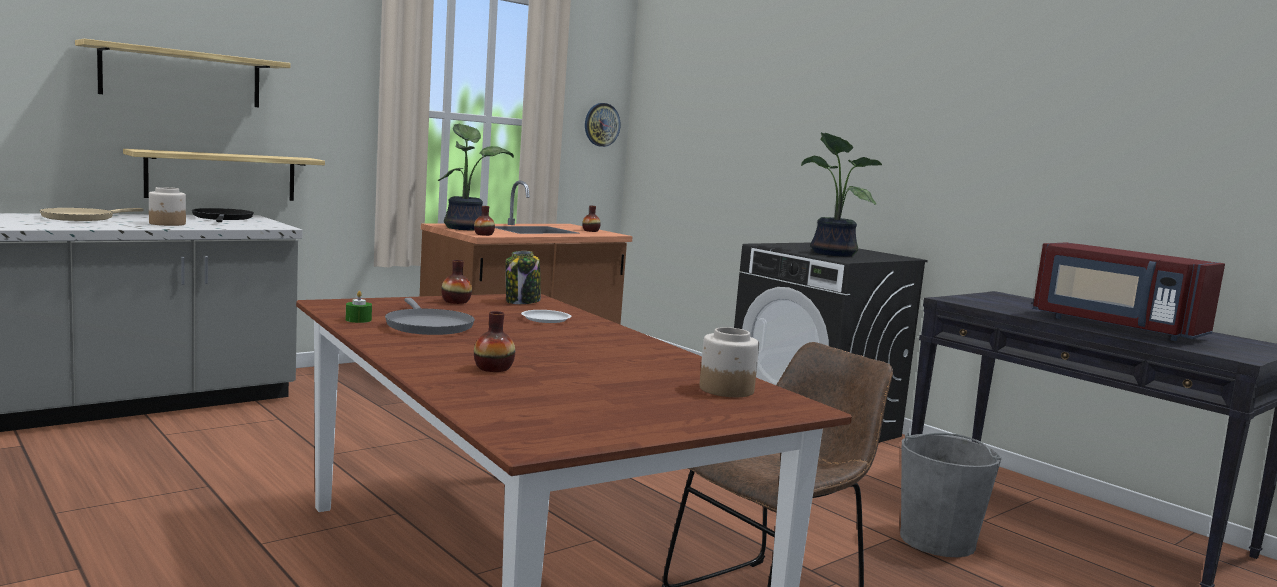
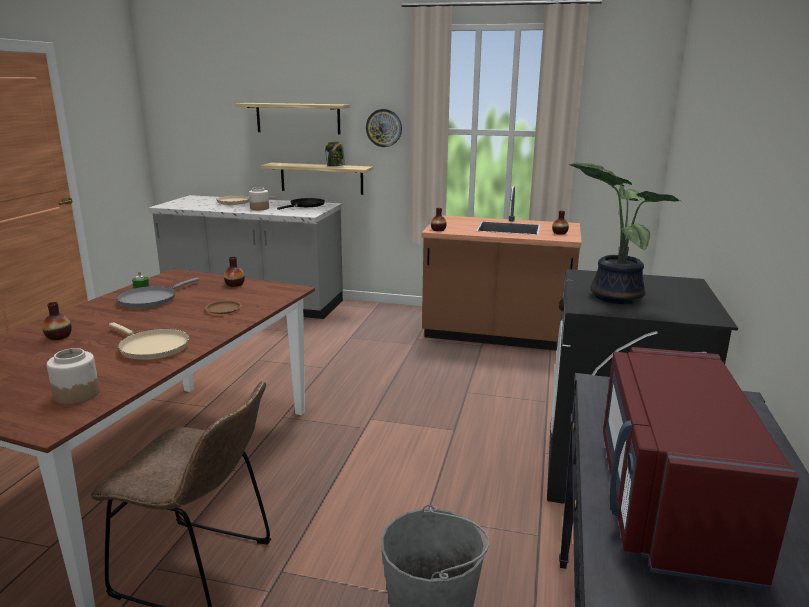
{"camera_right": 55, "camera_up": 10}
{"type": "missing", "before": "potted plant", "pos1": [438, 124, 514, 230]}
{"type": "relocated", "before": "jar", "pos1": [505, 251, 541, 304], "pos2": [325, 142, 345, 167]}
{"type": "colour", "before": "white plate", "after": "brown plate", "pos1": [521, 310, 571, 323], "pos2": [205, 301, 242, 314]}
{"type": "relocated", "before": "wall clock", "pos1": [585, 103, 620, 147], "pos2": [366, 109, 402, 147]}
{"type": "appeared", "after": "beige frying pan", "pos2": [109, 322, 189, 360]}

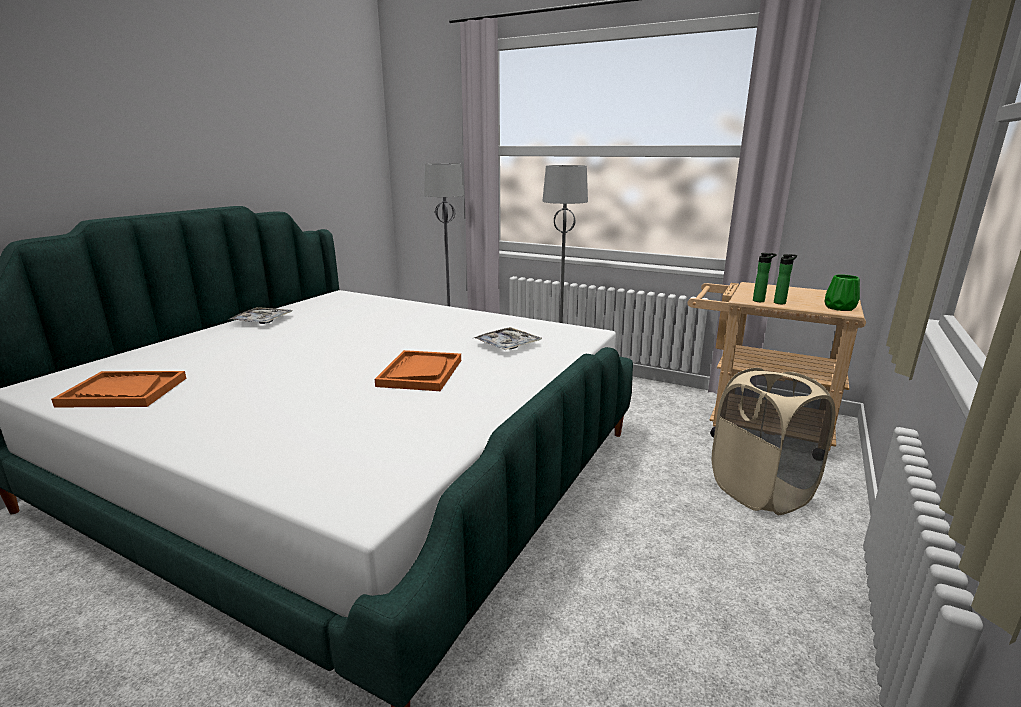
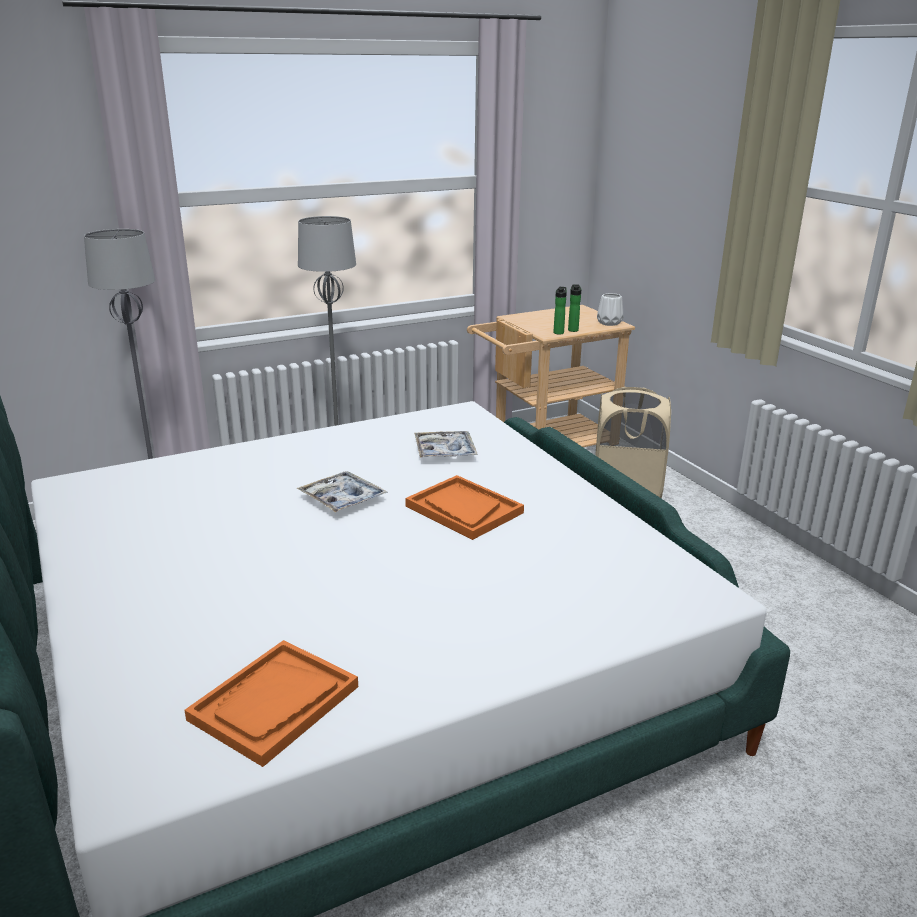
{"camera_right": -55, "camera_up": 5}
{"type": "relocated", "before": "tray", "pos1": [228, 307, 293, 324], "pos2": [297, 471, 388, 513]}
{"type": "colour", "before": "green vase", "after": "white vase", "pos1": [824, 274, 860, 311], "pos2": [597, 293, 623, 326]}

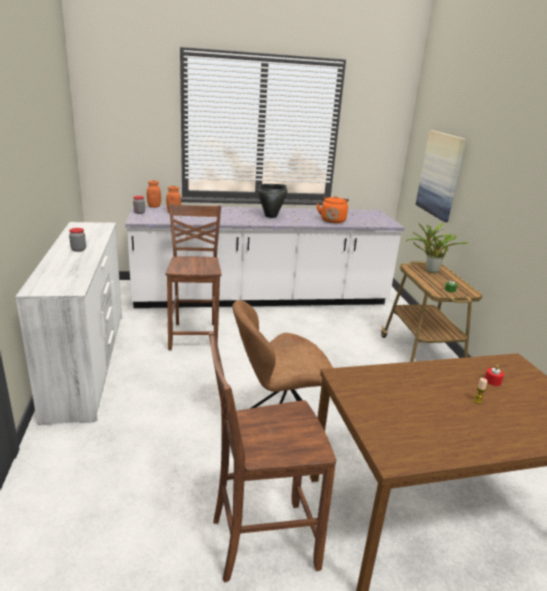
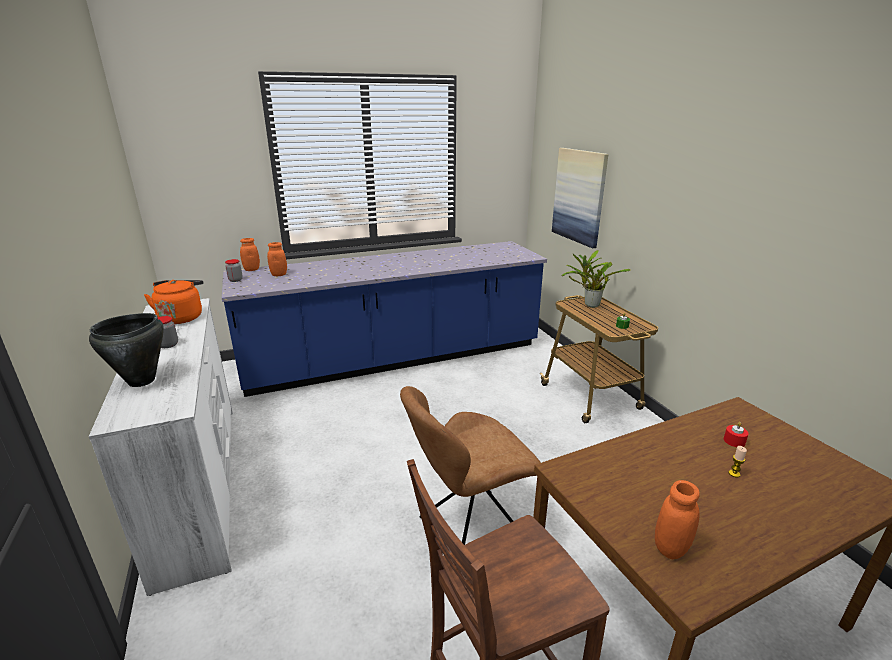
{"camera_right": -10, "camera_up": 0}
{"type": "colour", "before": "white counter", "after": "blue counter", "pos1": [125, 205, 405, 308], "pos2": [222, 241, 547, 397]}
{"type": "missing", "before": "brown chair", "pos1": [165, 204, 221, 350]}
{"type": "relocated", "before": "black cooking pot", "pos1": [257, 184, 288, 218], "pos2": [89, 313, 164, 387]}
{"type": "relocated", "before": "orange kettle", "pos1": [316, 196, 349, 223], "pos2": [144, 280, 203, 324]}
{"type": "appeared", "after": "orange jar", "pos2": [655, 480, 700, 559]}

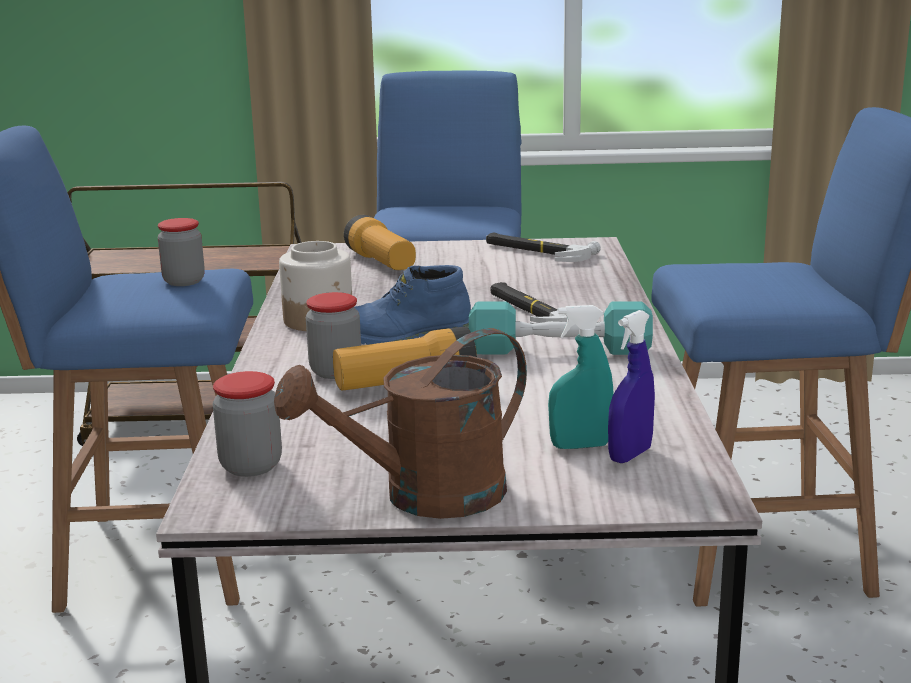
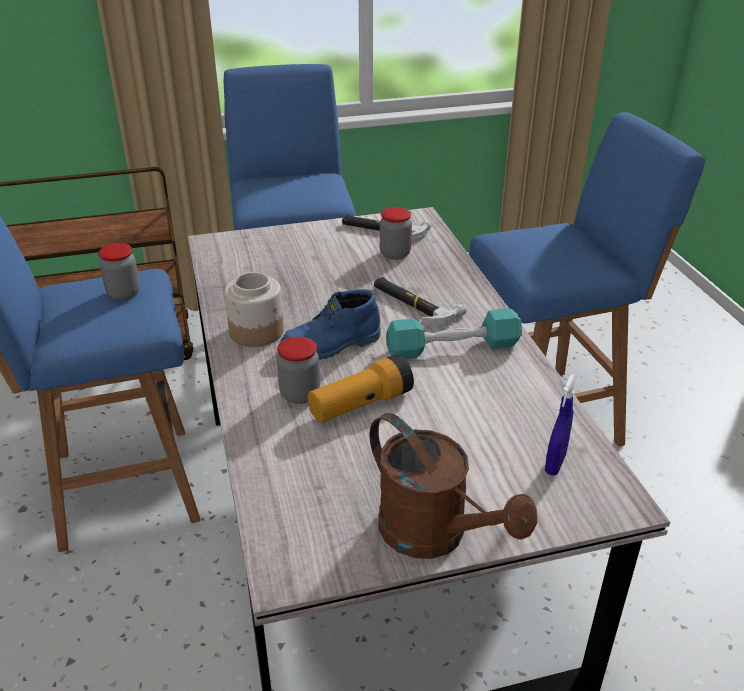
{"camera_right": -15, "camera_up": 15}
{"type": "relocated", "before": "jar", "pos1": [213, 371, 282, 477], "pos2": [380, 207, 412, 260]}
{"type": "spun", "before": "brown watering can", "pos1": [274, 328, 527, 519], "pos2": [369, 413, 537, 559], "turn": -90}
{"type": "missing", "before": "flashlight", "pos1": [344, 215, 416, 270]}
{"type": "missing", "before": "turquoise spray bottle", "pos1": [548, 305, 614, 449]}

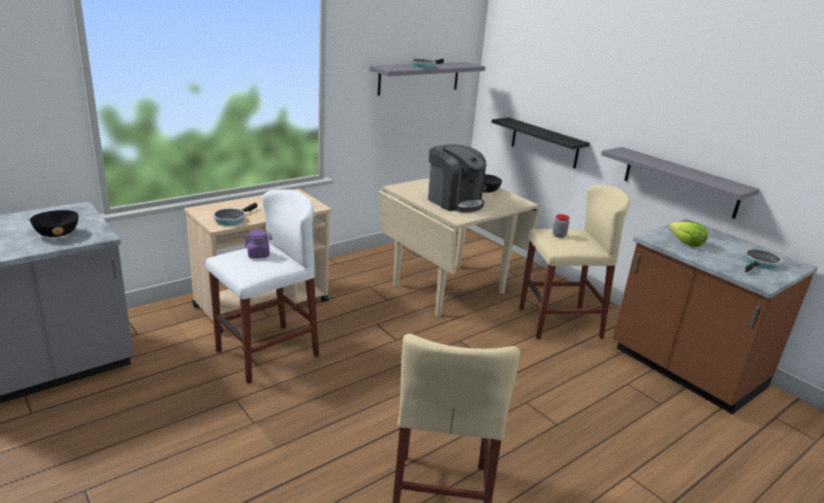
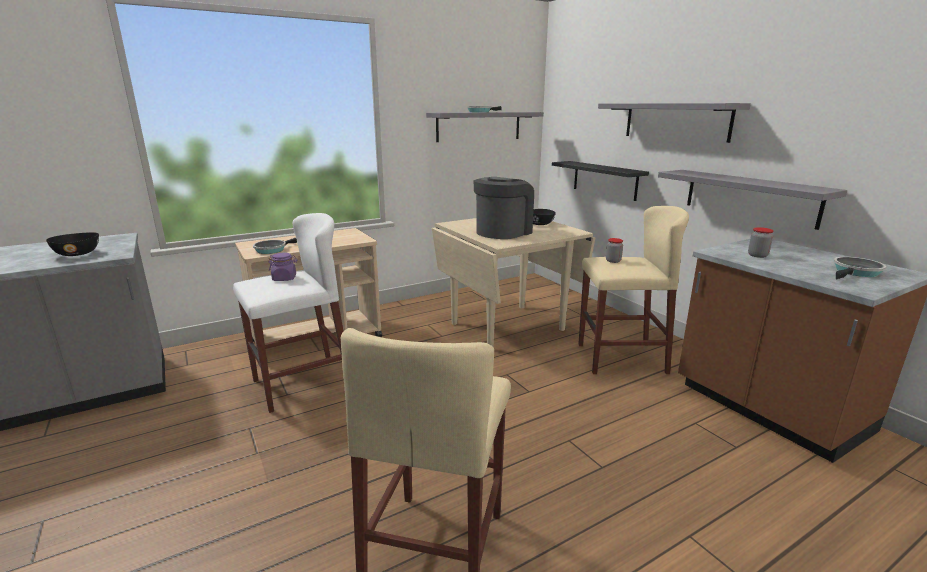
{"camera_right": 10, "camera_up": -5}
{"type": "spun", "before": "coffee machine", "pos1": [428, 144, 487, 212], "pos2": [474, 177, 534, 239], "turn": -105}
{"type": "exchanged", "before": "lettuce", "after": "jar", "pos1": [669, 221, 708, 247], "pos2": [748, 227, 774, 258]}
{"type": "appeared", "after": "grey shelf", "pos2": [598, 103, 751, 143]}

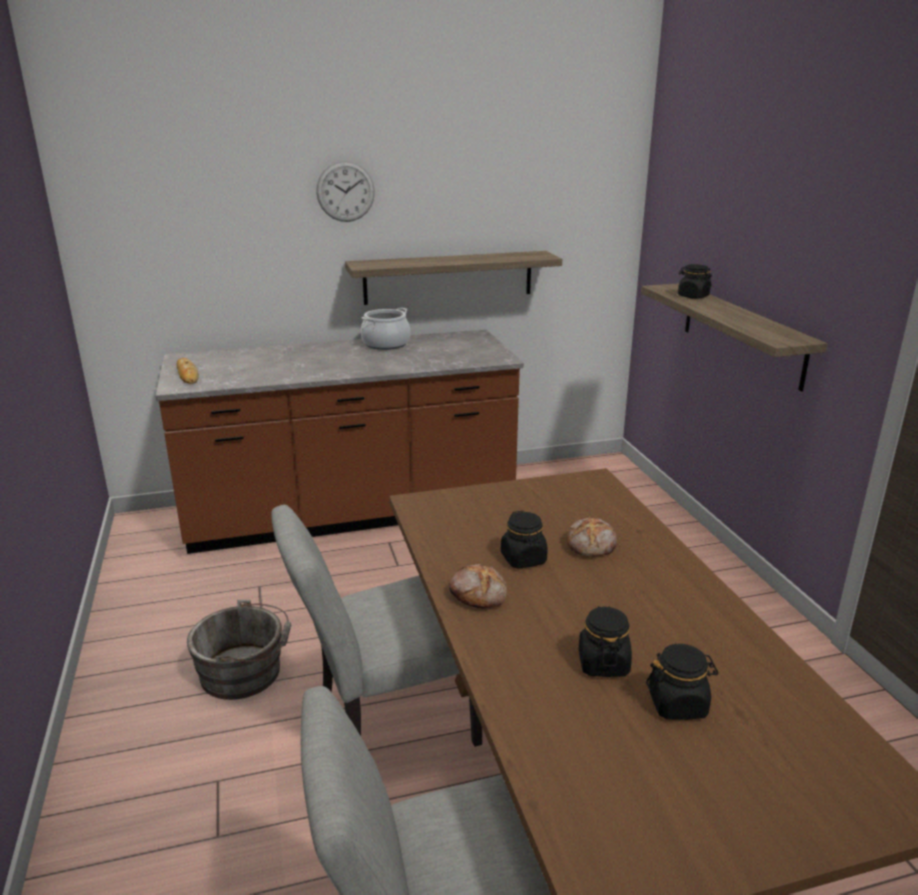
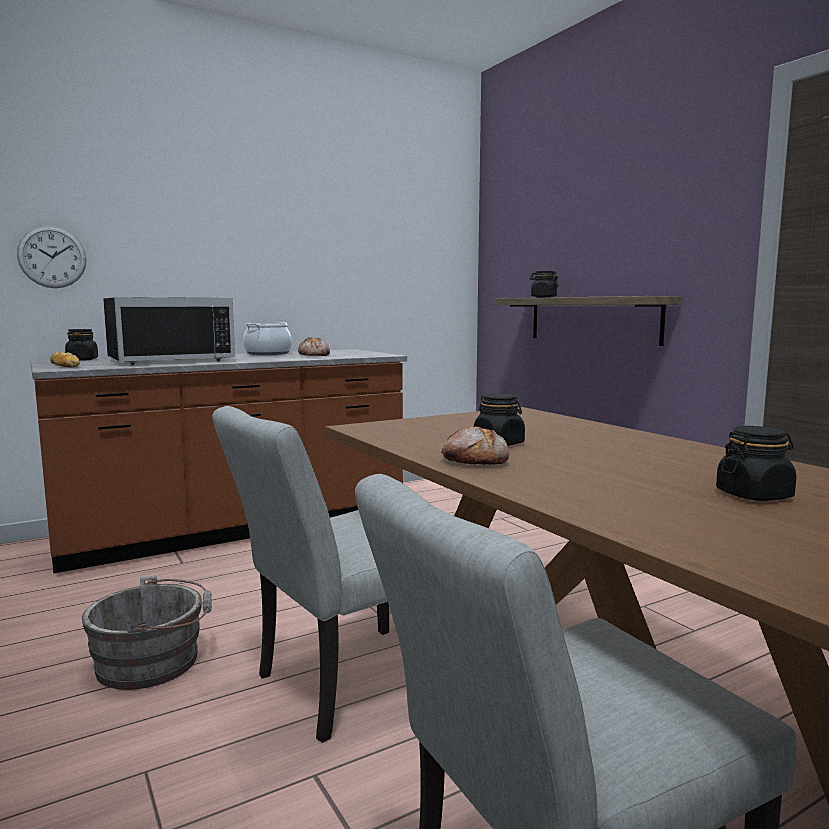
{"camera_right": -15, "camera_up": -15}
{"type": "relocated", "before": "wall clock", "pos1": [316, 161, 375, 222], "pos2": [17, 226, 87, 288]}
{"type": "missing", "before": "shelf", "pos1": [345, 251, 562, 305]}
{"type": "relocated", "before": "bread", "pos1": [567, 517, 617, 556], "pos2": [298, 337, 330, 356]}
{"type": "relocated", "before": "black jar", "pos1": [579, 606, 632, 677], "pos2": [65, 329, 98, 361]}
{"type": "appeared", "after": "black microwave", "pos2": [103, 297, 235, 365]}

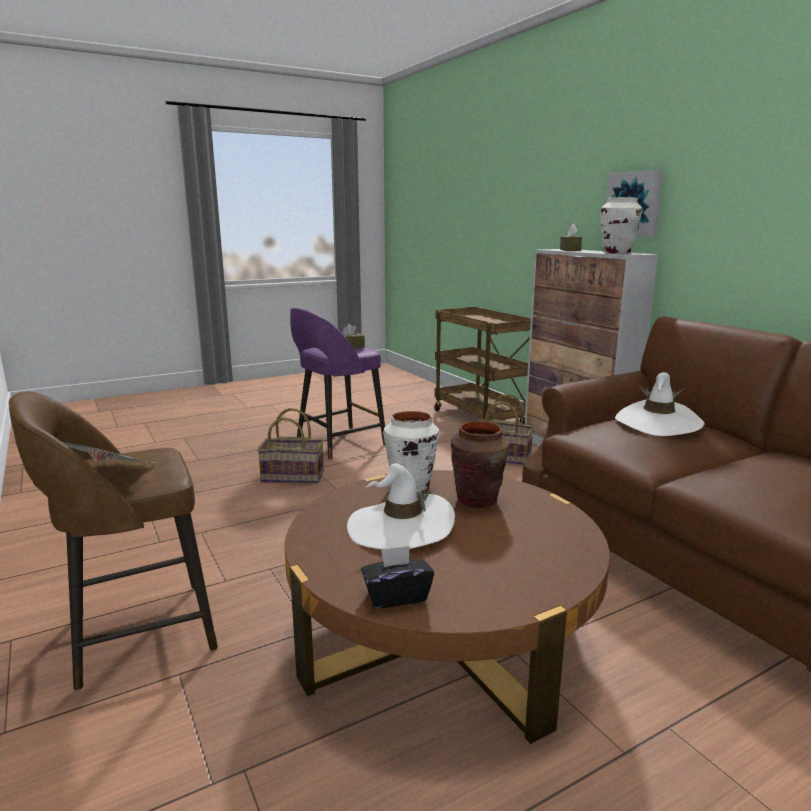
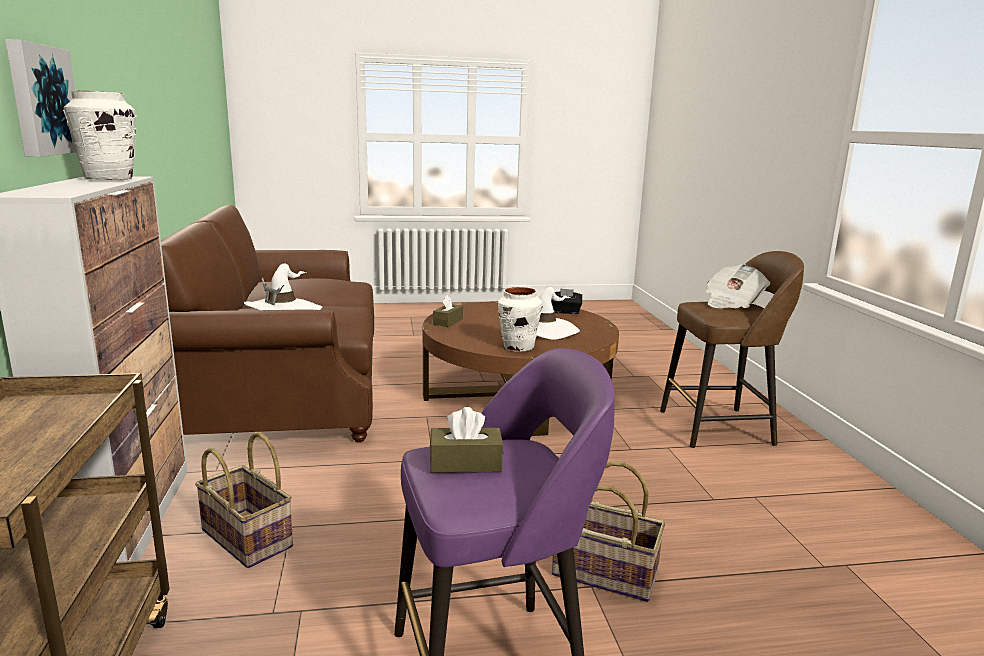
{"camera_right": -160, "camera_up": 0}
{"type": "missing", "before": "brown vase", "pos1": [451, 421, 509, 508]}
{"type": "relocated", "before": "brown tissue box", "pos1": [560, 224, 582, 251], "pos2": [433, 295, 463, 327]}

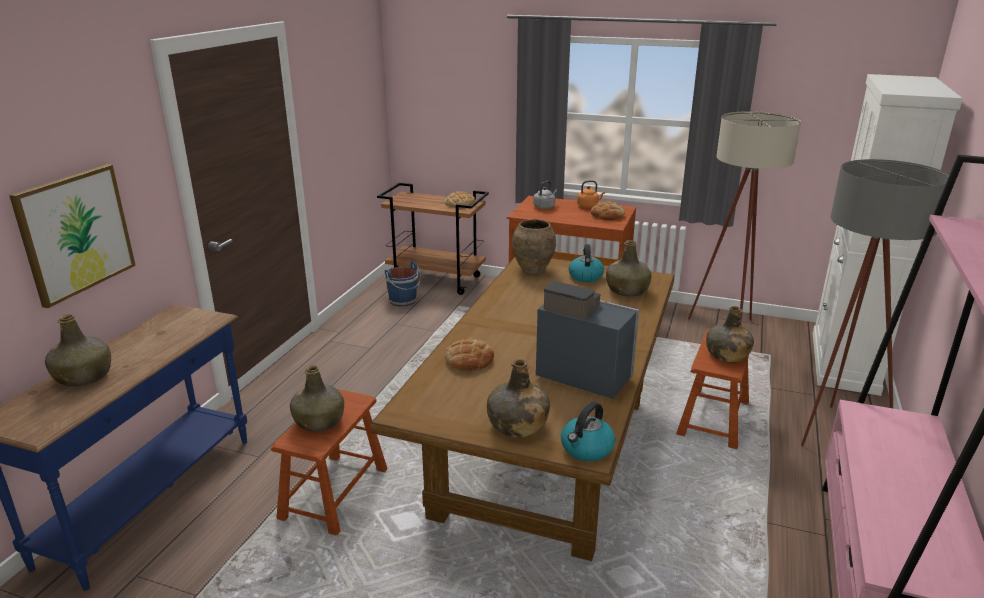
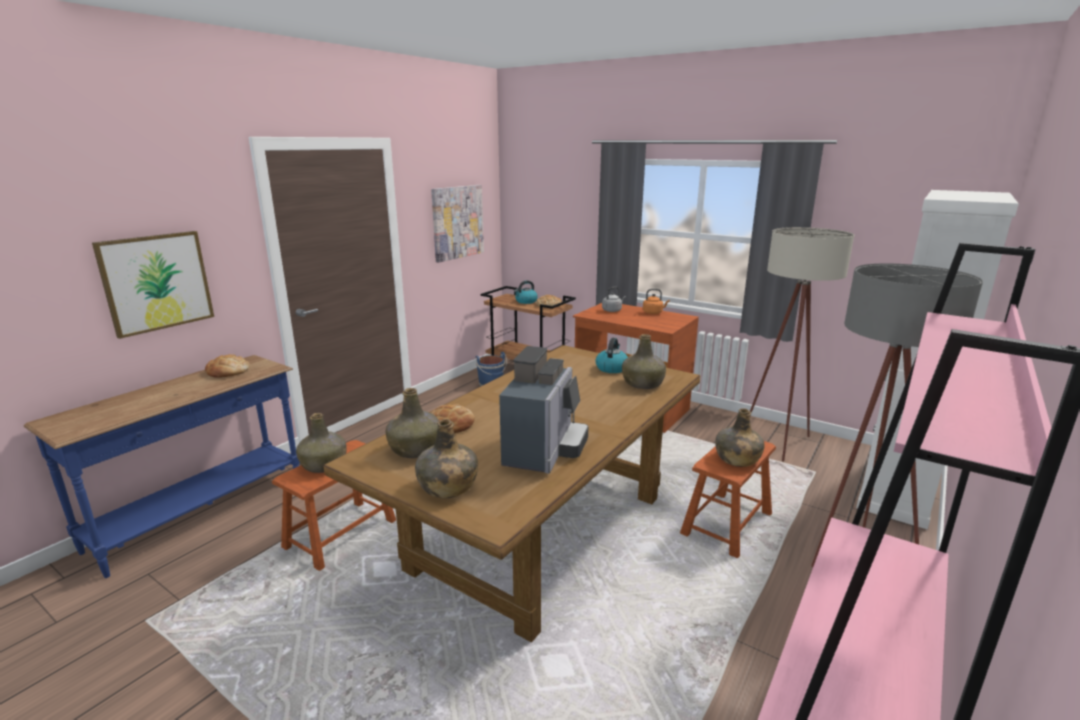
{"camera_right": 15, "camera_up": -5}
{"type": "relocated", "before": "green bottle", "pos1": [45, 314, 111, 386], "pos2": [386, 388, 439, 458]}
{"type": "missing", "before": "brown vase", "pos1": [512, 219, 556, 274]}
{"type": "spun", "before": "coffee machine", "pos1": [536, 281, 639, 399], "pos2": [499, 346, 588, 474], "turn": 60}
{"type": "relocated", "before": "kettle", "pos1": [561, 402, 615, 461], "pos2": [514, 280, 538, 304]}
{"type": "relocated", "before": "bread", "pos1": [591, 201, 625, 220], "pos2": [205, 354, 250, 378]}
{"type": "appeared", "after": "picture", "pos2": [431, 185, 484, 262]}

